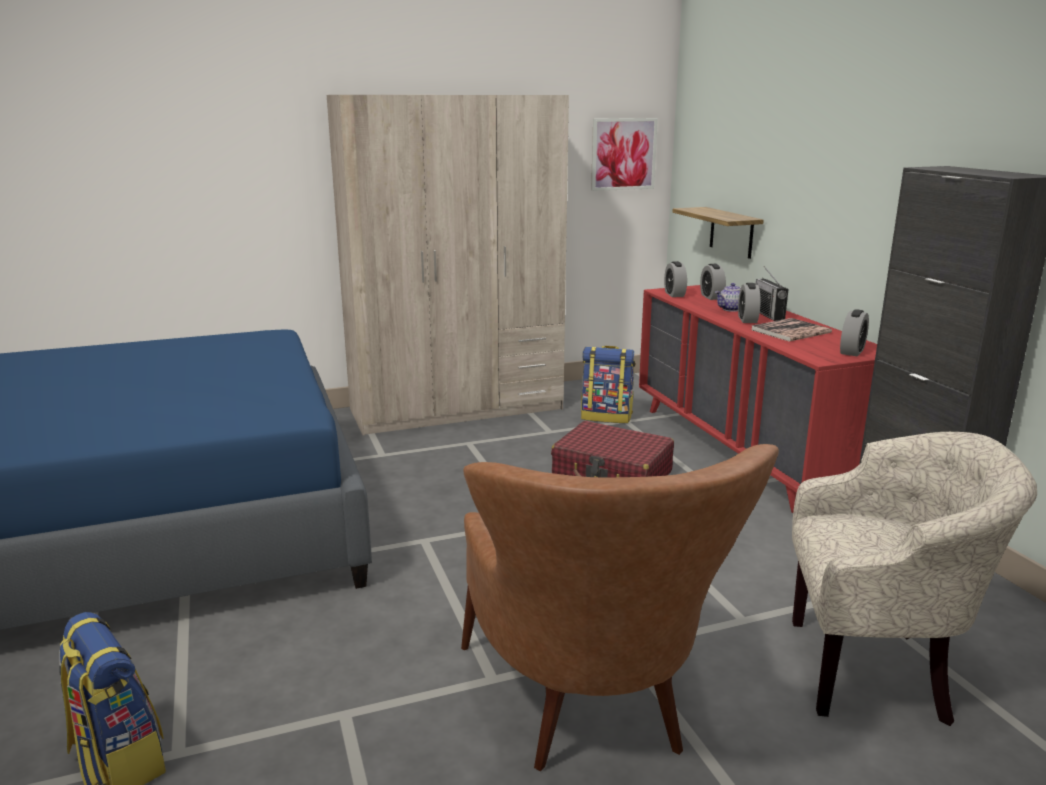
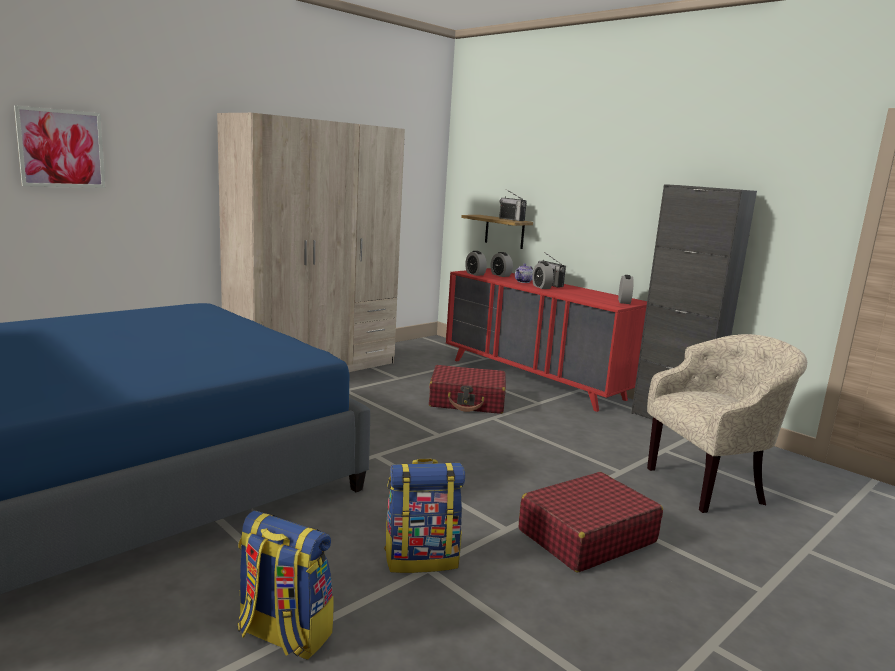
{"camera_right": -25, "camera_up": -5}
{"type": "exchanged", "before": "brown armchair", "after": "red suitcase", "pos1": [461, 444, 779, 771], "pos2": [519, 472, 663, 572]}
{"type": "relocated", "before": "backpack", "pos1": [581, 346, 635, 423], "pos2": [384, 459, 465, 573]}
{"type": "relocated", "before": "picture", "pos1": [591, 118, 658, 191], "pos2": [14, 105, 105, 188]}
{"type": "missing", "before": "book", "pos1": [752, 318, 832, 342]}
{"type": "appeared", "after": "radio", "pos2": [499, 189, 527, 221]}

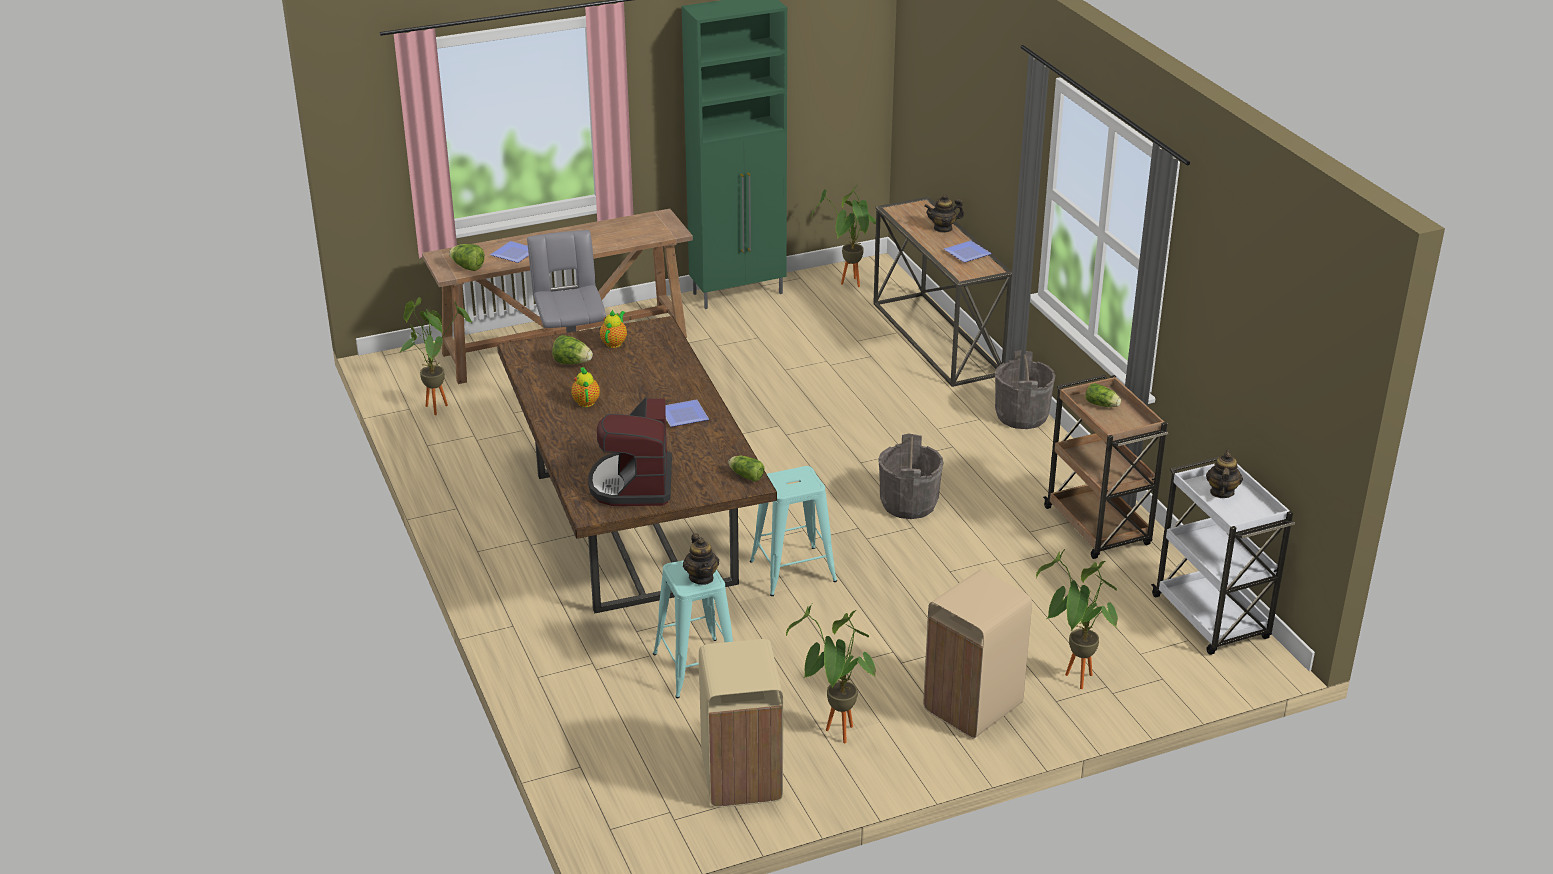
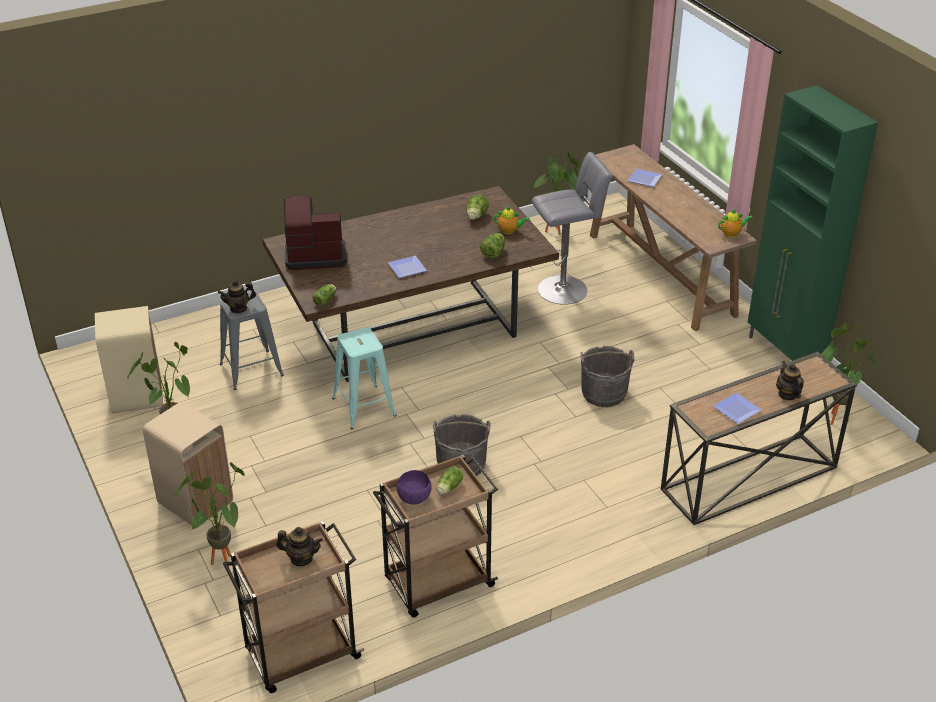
{"camera_right": 85, "camera_up": 5}
{"type": "relocated", "before": "lettuce", "pos1": [449, 244, 485, 271], "pos2": [480, 233, 505, 259]}
{"type": "relocated", "before": "teapot", "pos1": [571, 367, 600, 407], "pos2": [718, 209, 753, 237]}
{"type": "colour", "before": "turquoise stool", "after": "grey stool", "pos1": [653, 560, 733, 698], "pos2": [220, 293, 284, 390]}
{"type": "relocated", "before": "grey bucket", "pos1": [995, 350, 1056, 429], "pos2": [581, 346, 634, 407]}
{"type": "colour", "before": "white cart", "after": "brown cart", "pos1": [1151, 456, 1295, 655], "pos2": [223, 521, 364, 693]}
{"type": "appeared", "after": "purple bowl", "pos2": [396, 470, 432, 505]}

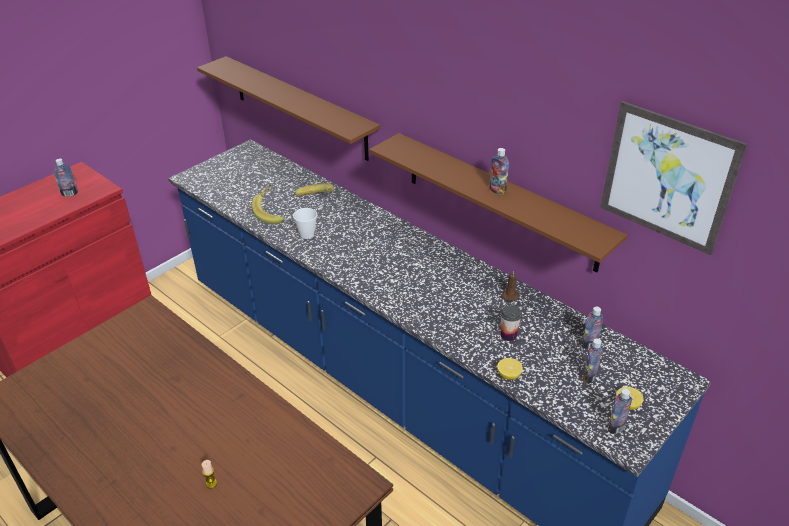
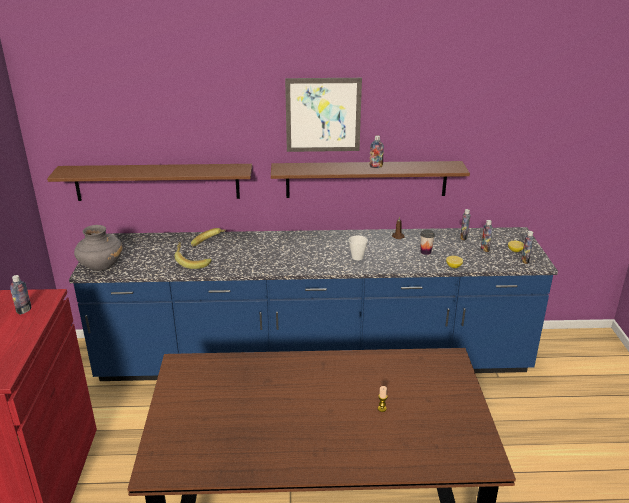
{"camera_right": -45, "camera_up": -10}
{"type": "relocated", "before": "cup", "pos1": [293, 208, 317, 239], "pos2": [349, 235, 368, 260]}
{"type": "relocated", "before": "picture", "pos1": [600, 101, 748, 255], "pos2": [285, 78, 362, 152]}
{"type": "appeared", "after": "grey vase", "pos2": [74, 225, 122, 271]}

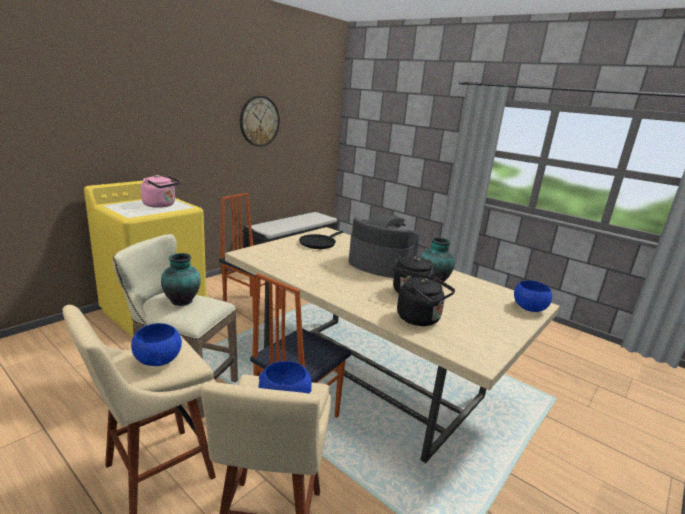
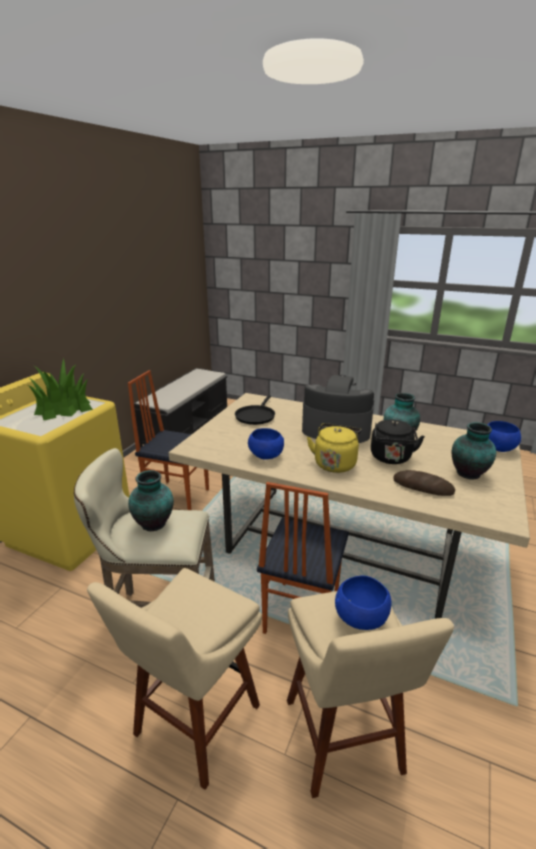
{"camera_right": -15, "camera_up": 5}
{"type": "relocated", "before": "blue bowl", "pos1": [131, 323, 182, 366], "pos2": [248, 428, 284, 460]}
{"type": "exchanged", "before": "pink kettle", "after": "potted plant", "pos1": [141, 175, 181, 208], "pos2": [28, 358, 93, 420]}
{"type": "missing", "before": "wall clock", "pos1": [240, 96, 280, 146]}
{"type": "exchanged", "before": "black kettle", "after": "bread", "pos1": [397, 277, 455, 326], "pos2": [393, 470, 455, 496]}
{"type": "appeared", "after": "yellow kettle", "pos2": [307, 423, 362, 473]}
{"type": "appeared", "after": "vase", "pos2": [452, 422, 496, 480]}

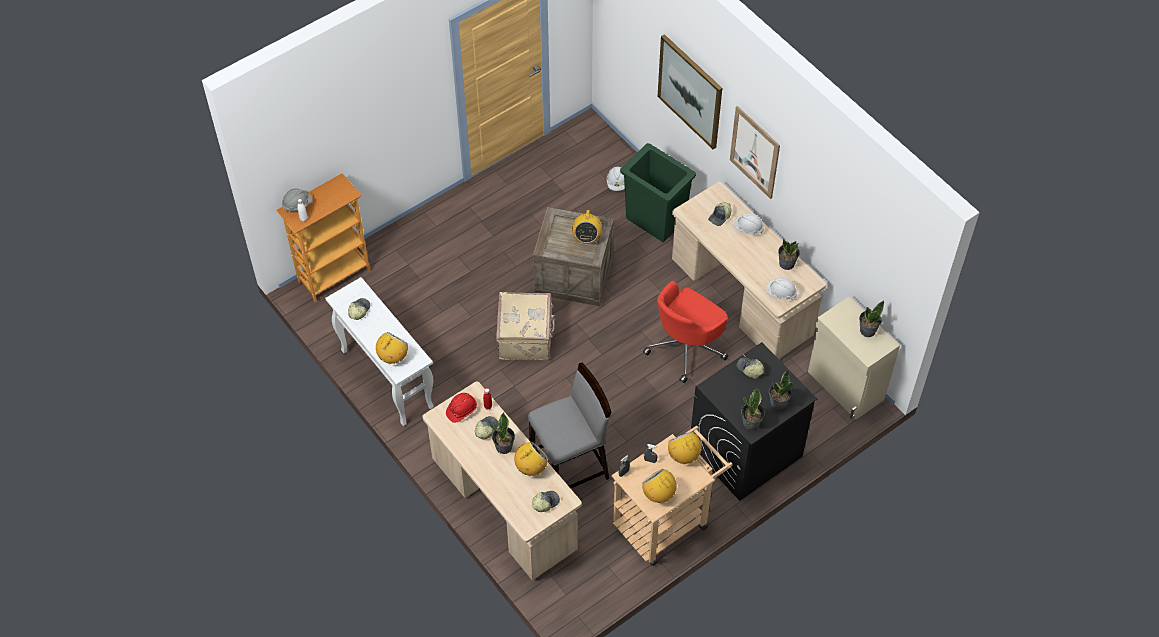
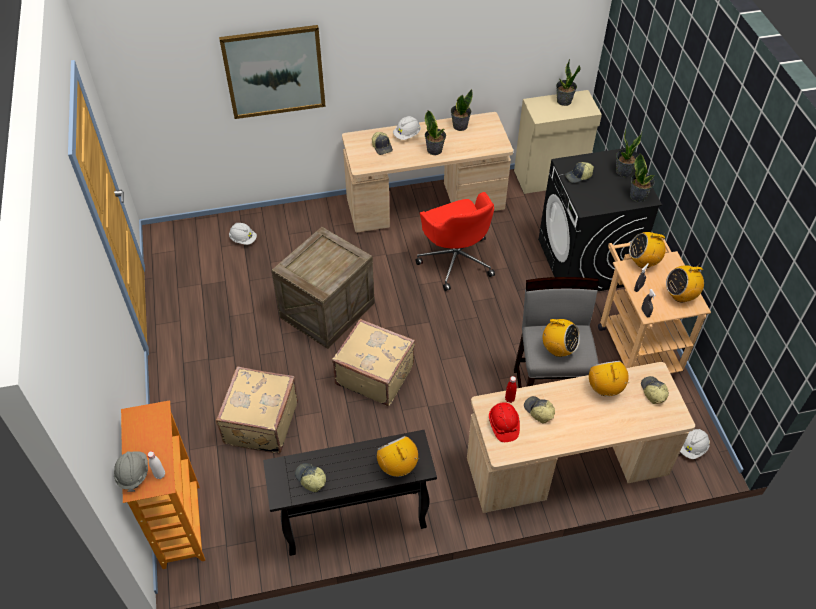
{"camera_right": -65, "camera_up": -5}
{"type": "colour", "before": "white console table", "after": "black console table", "pos1": [325, 277, 434, 426], "pos2": [263, 430, 437, 556]}
{"type": "relocated", "before": "potted plant", "pos1": [491, 413, 515, 454], "pos2": [425, 110, 446, 155]}
{"type": "relocated", "before": "radio", "pos1": [572, 210, 602, 244], "pos2": [542, 319, 580, 357]}
{"type": "missing", "before": "green trash can", "pos1": [620, 143, 696, 243]}
{"type": "missing", "before": "picture", "pos1": [730, 106, 780, 199]}
{"type": "relocated", "before": "white hard hat", "pos1": [766, 277, 797, 300], "pos2": [680, 429, 710, 459]}
{"type": "appeared", "after": "beige suitcase", "pos2": [216, 366, 298, 454]}

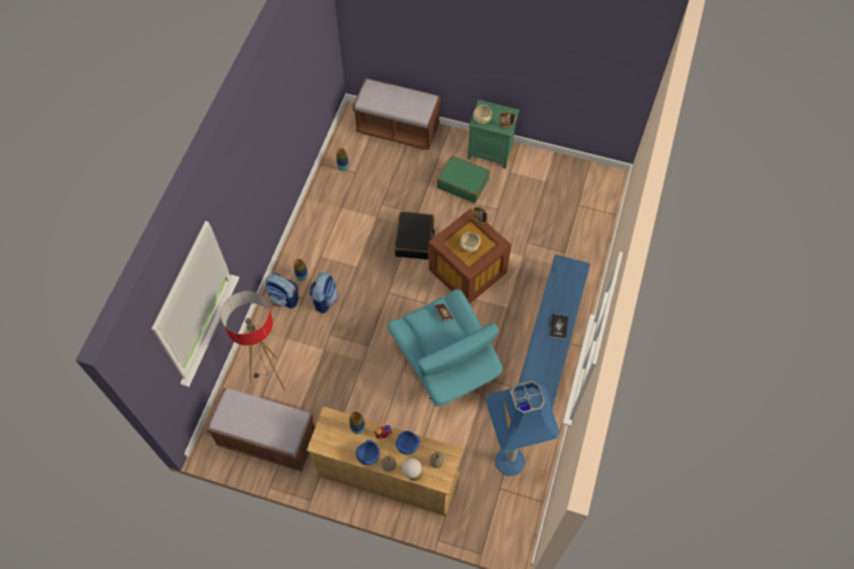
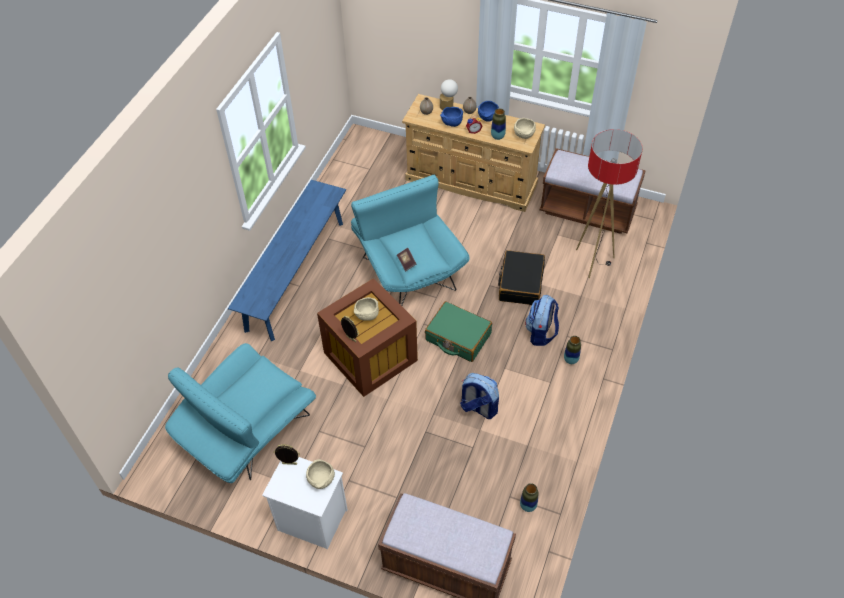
{"camera_right": -175, "camera_up": -10}
{"type": "relocated", "before": "backpack", "pos1": [265, 273, 298, 309], "pos2": [460, 373, 499, 419]}
{"type": "relocated", "before": "black suitcase", "pos1": [394, 211, 435, 260], "pos2": [498, 250, 545, 305]}
{"type": "relocated", "before": "green suitcase", "pos1": [437, 156, 490, 203], "pos2": [425, 301, 492, 362]}
{"type": "colour", "before": "green nightstand", "after": "white nightstand", "pos1": [468, 100, 520, 169], "pos2": [262, 457, 348, 549]}
{"type": "missing", "before": "blue floor lamp", "pos1": [485, 381, 560, 476]}
{"type": "missing", "before": "book", "pos1": [550, 314, 568, 339]}
{"type": "appeared", "after": "turquoise armchair", "pos2": [165, 343, 316, 483]}
{"type": "appeared", "after": "beige bowl", "pos2": [514, 118, 536, 139]}

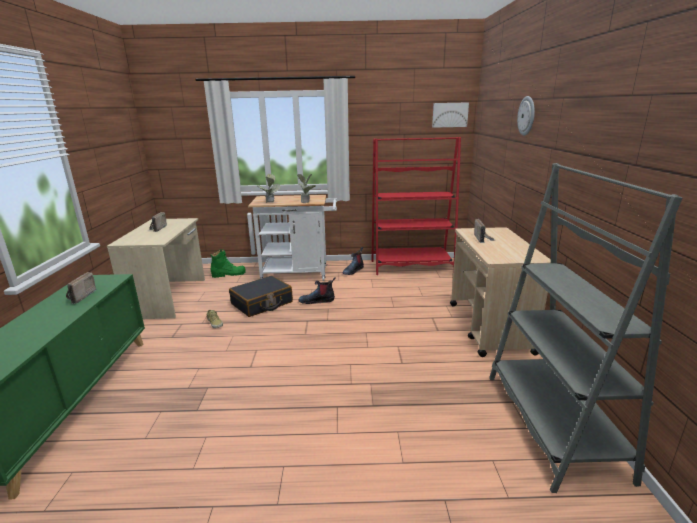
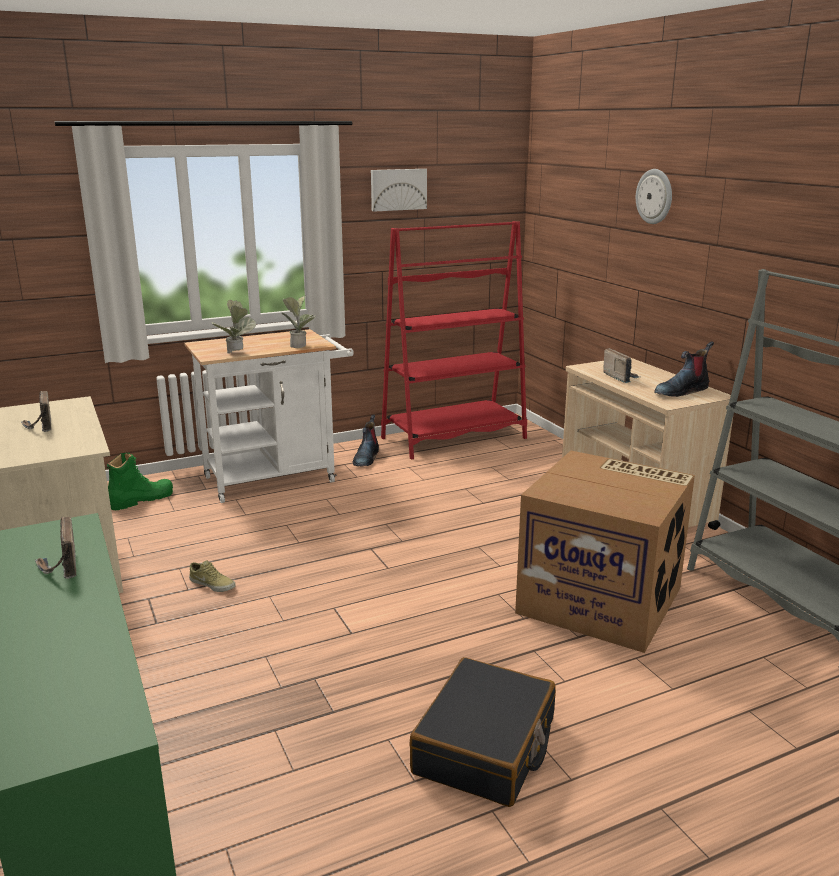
{"camera_right": -25, "camera_up": 0}
{"type": "relocated", "before": "black suitcase", "pos1": [229, 276, 293, 317], "pos2": [409, 657, 556, 807]}
{"type": "relocated", "before": "boot", "pos1": [298, 277, 336, 304], "pos2": [654, 341, 714, 397]}
{"type": "relocated", "before": "picture", "pos1": [432, 102, 469, 128], "pos2": [371, 169, 427, 212]}
{"type": "appeared", "after": "cardboard box", "pos2": [515, 451, 695, 653]}

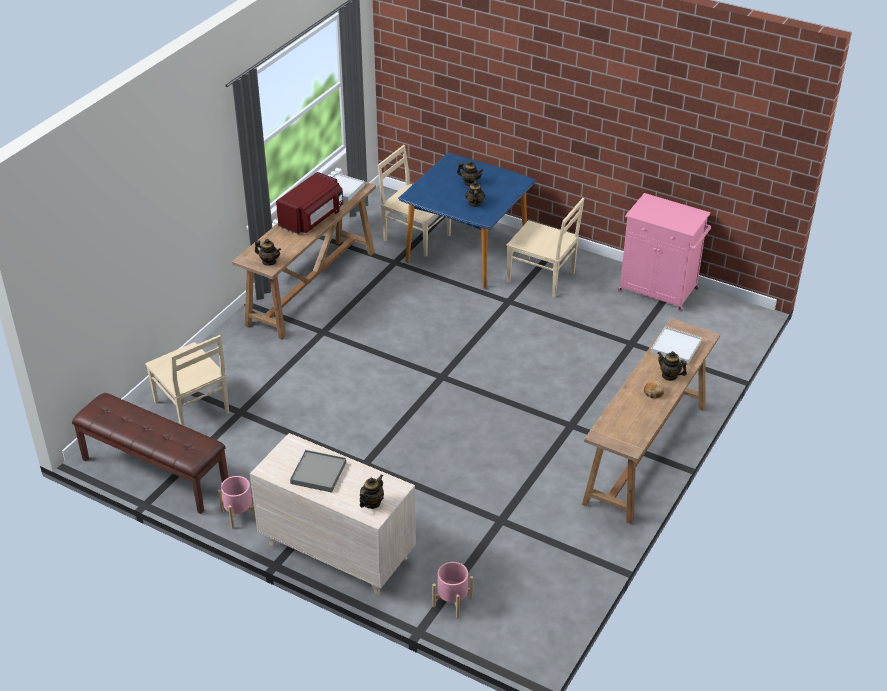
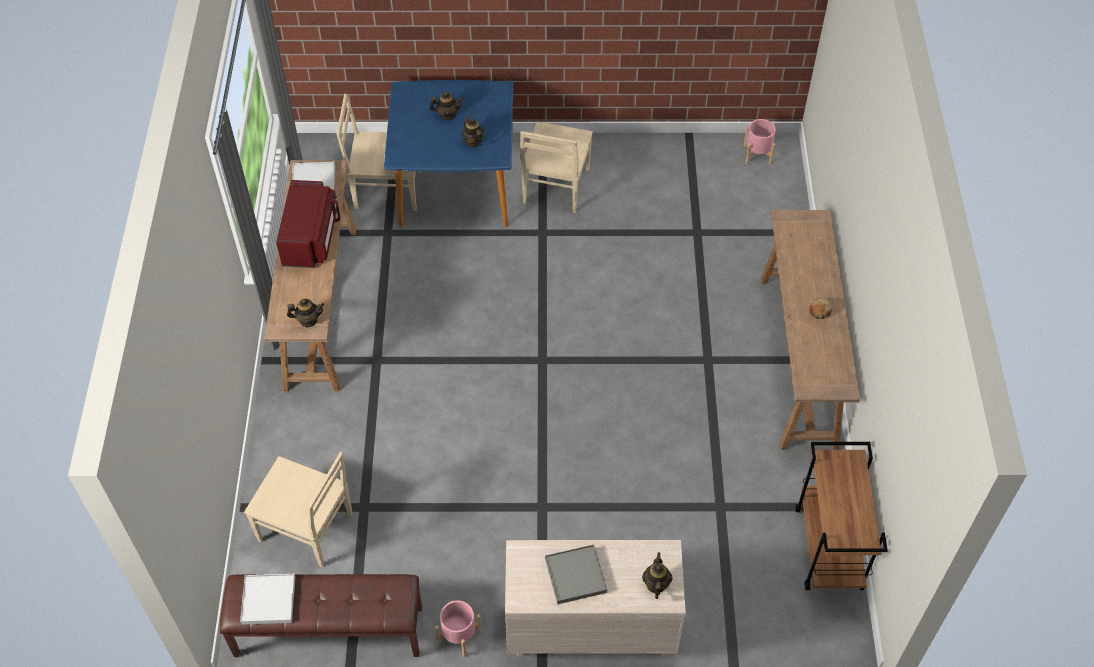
{"camera_right": -30, "camera_up": 15}
{"type": "relocated", "before": "pink planter", "pos1": [432, 562, 473, 618], "pos2": [744, 119, 776, 165]}
{"type": "spun", "before": "beige chair", "pos1": [506, 198, 584, 297], "pos2": [520, 121, 593, 213], "turn": 105}
{"type": "missing", "before": "pink cabinet", "pos1": [618, 193, 711, 312]}
{"type": "relocated", "before": "white tray", "pos1": [651, 327, 702, 365], "pos2": [240, 574, 295, 625]}
{"type": "missing", "before": "teapot", "pos1": [658, 351, 687, 381]}
{"type": "appeared", "after": "brown cart", "pos2": [795, 442, 888, 590]}

